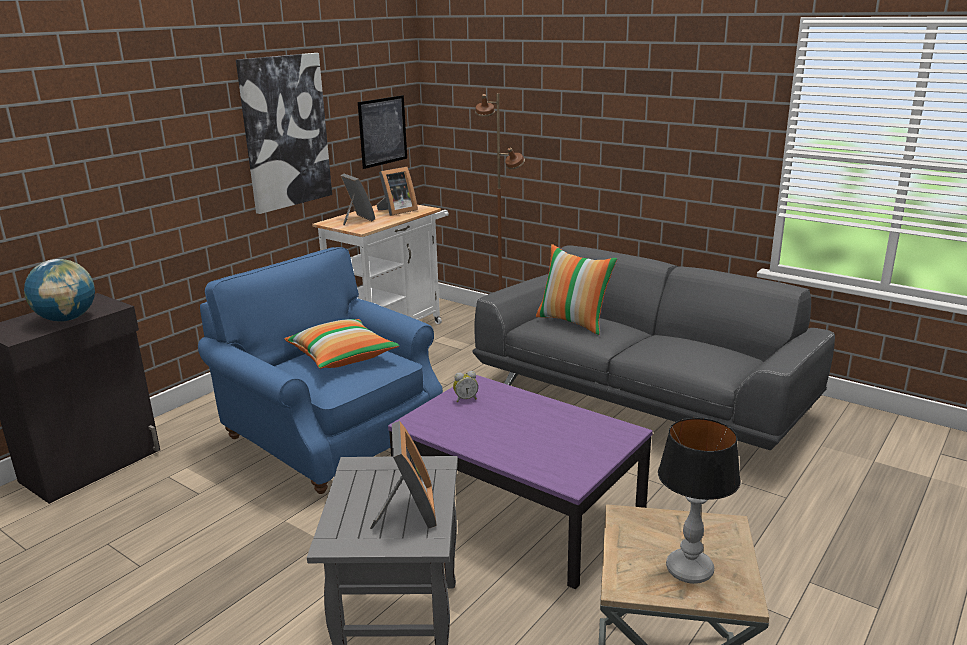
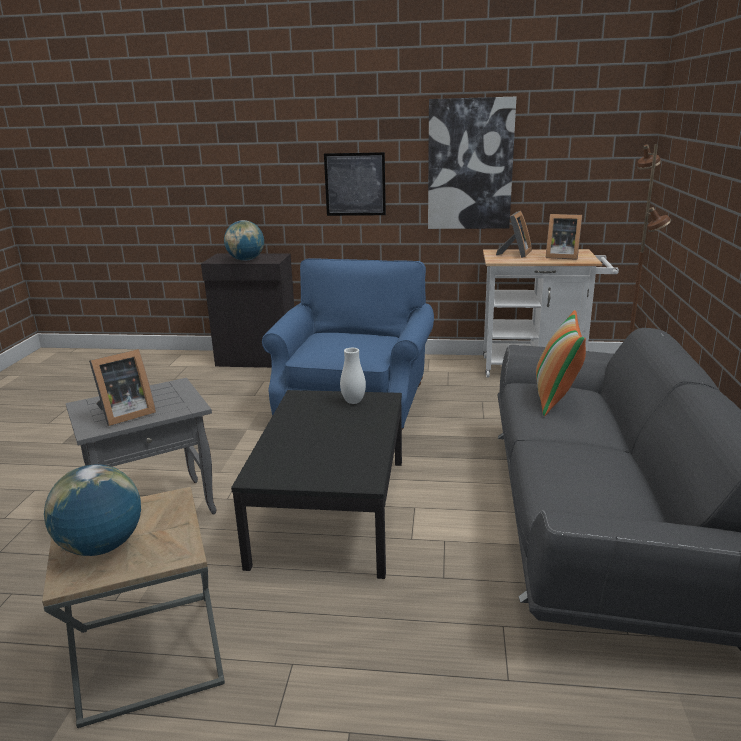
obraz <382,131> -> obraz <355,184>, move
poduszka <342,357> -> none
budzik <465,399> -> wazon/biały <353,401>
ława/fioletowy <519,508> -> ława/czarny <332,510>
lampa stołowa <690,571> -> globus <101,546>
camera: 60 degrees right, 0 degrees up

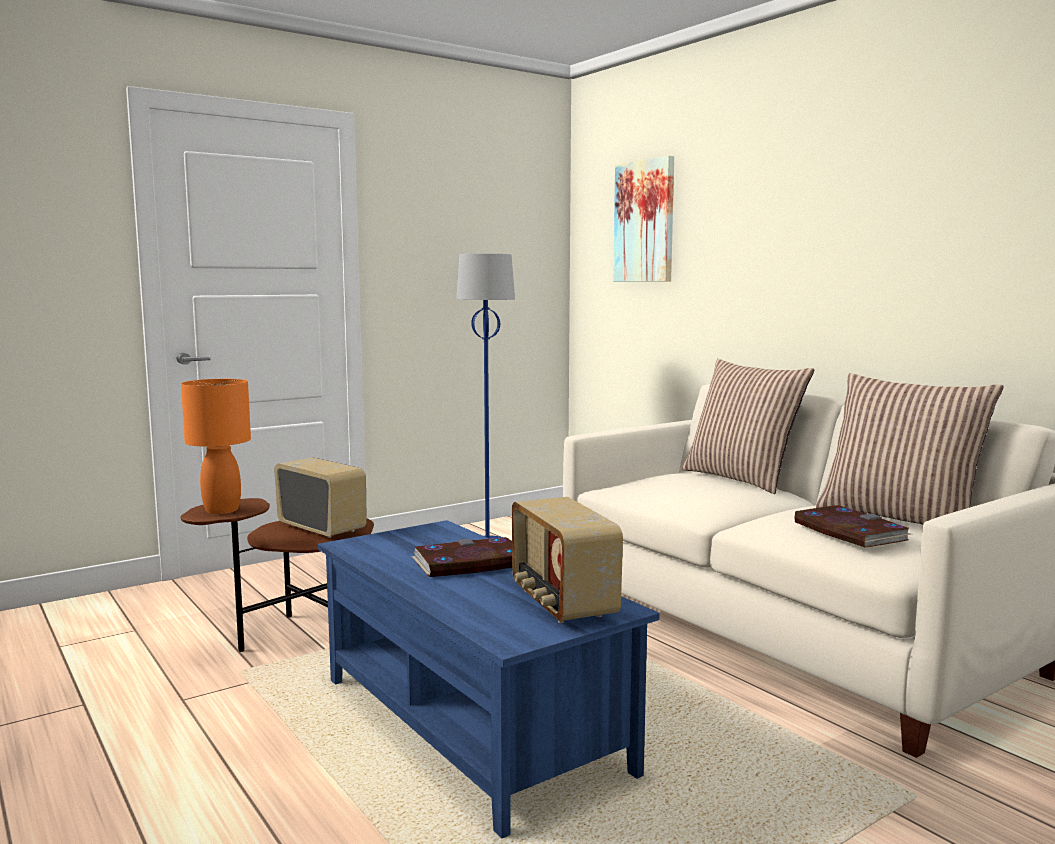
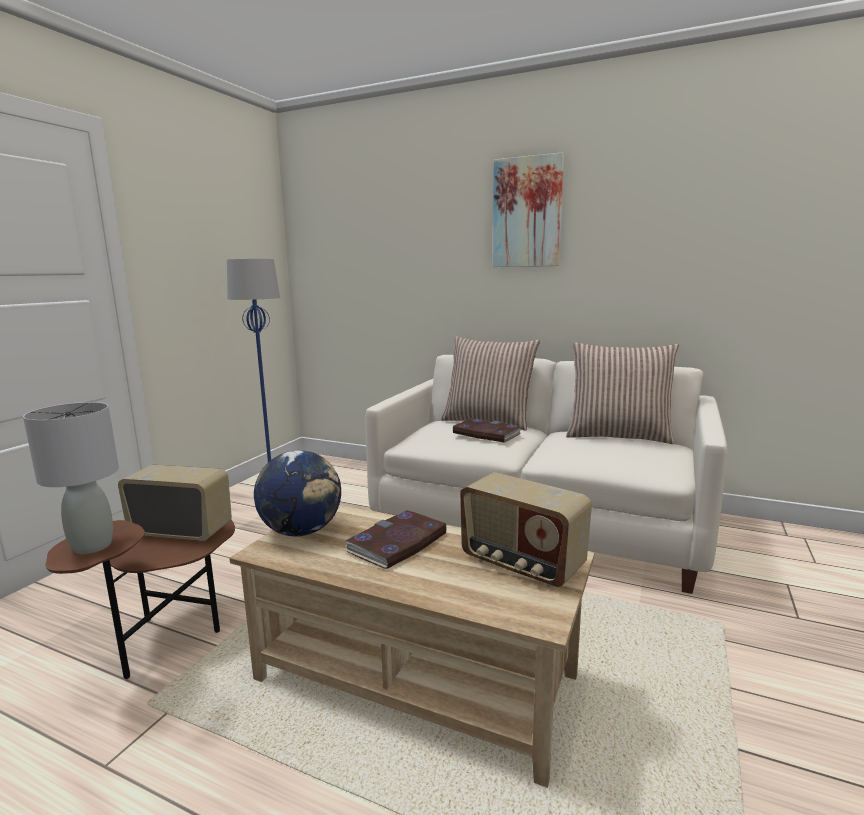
obraz <645,221> -> obraz <527,213>, move
lampa stołowa/pomarańczowy <222,510> -> lampa stołowa/szary <92,546>
książka <849,531> -> książka <486,433>, move
ława/niebieski <472,725> -> ława/beżowy <416,678>
none -> globus <302,531>
camera: 30 degrees left, 5 degrees up

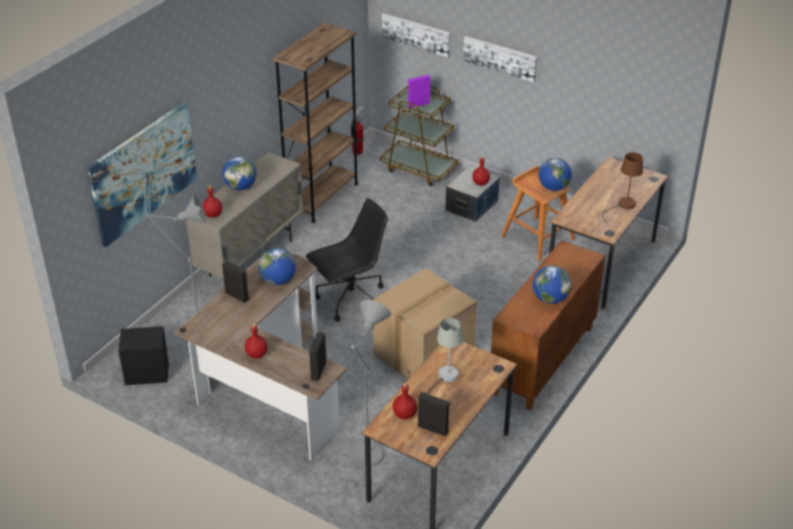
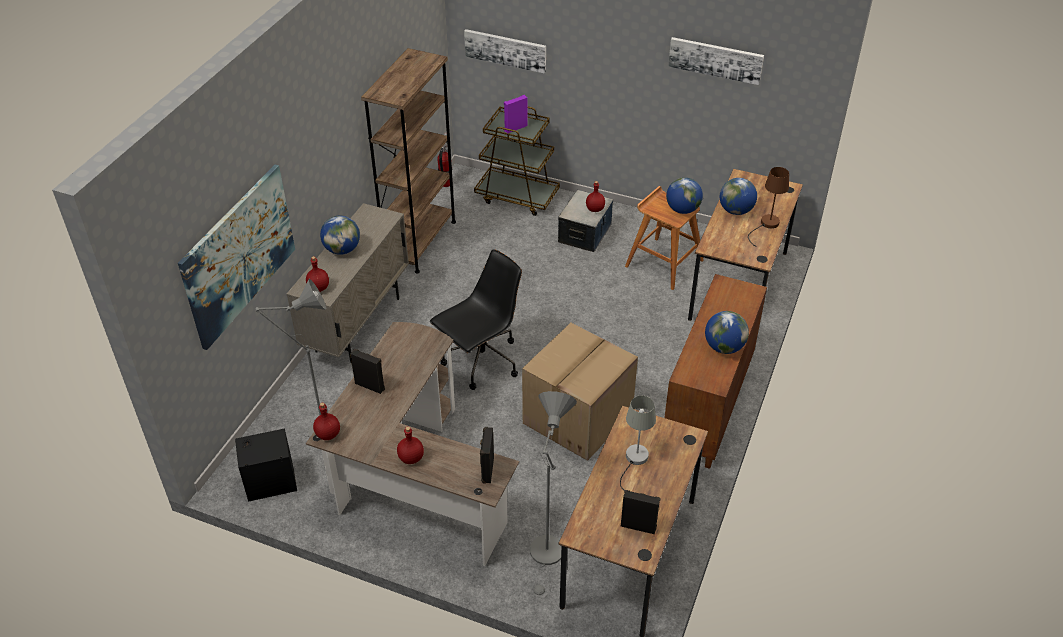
obraz <500,58> -> obraz <715,59>, move
globus <278,280> -> globus <736,211>, move
butelka/czerwony <404,414> -> butelka/czerwony <328,434>, move
camera: 10 degrees left, 5 degrees up

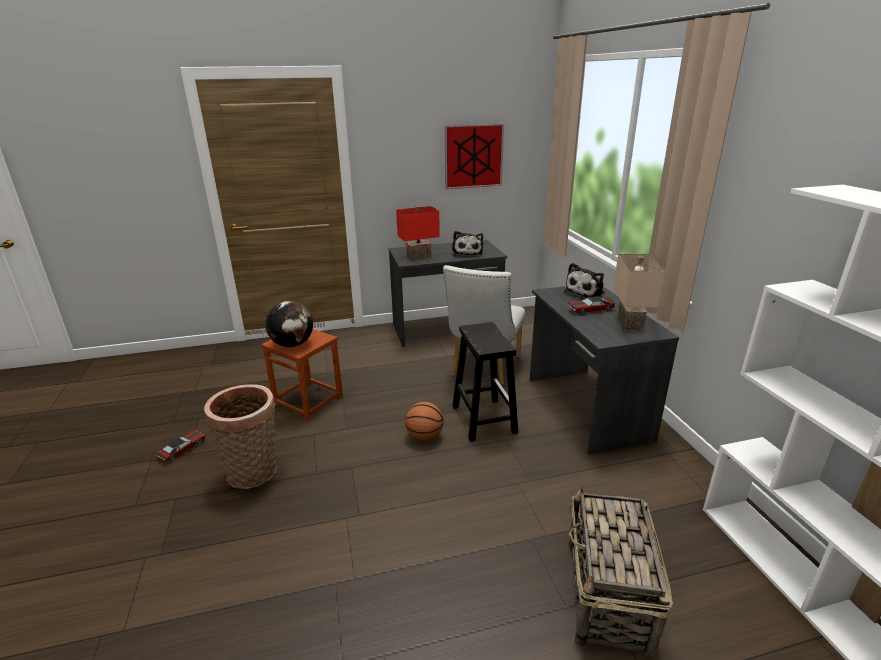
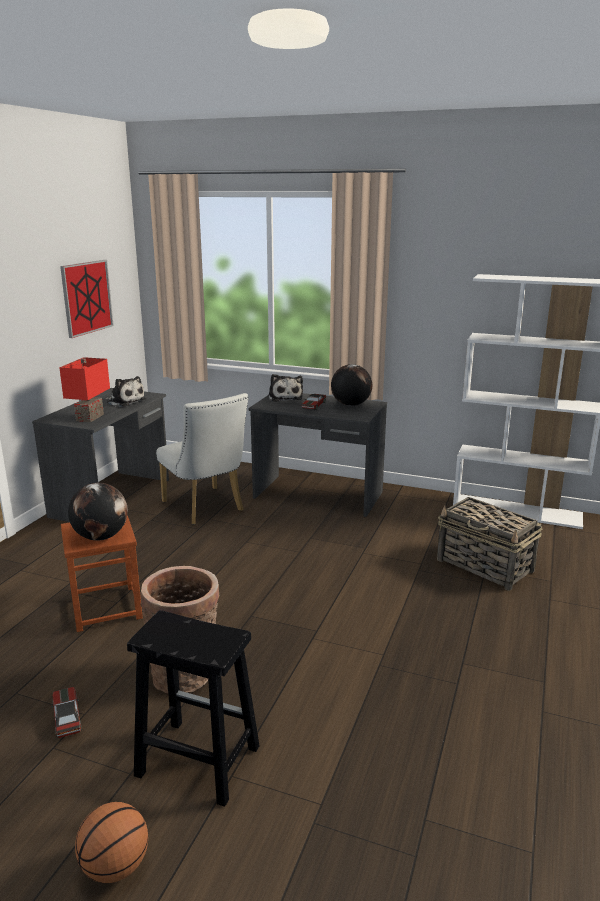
lampa stołowa/beżowy <628,324> -> globus <350,405>
stołek/czarny <483,418> -> stołek/czarny <196,761>, move
piłka do koszykówki <424,436> -> piłka do koszykówki <115,866>, move
camera: 55 degrees left, 5 degrees down

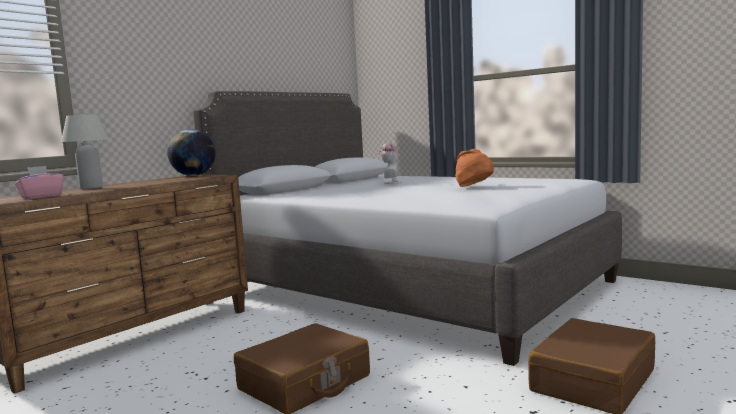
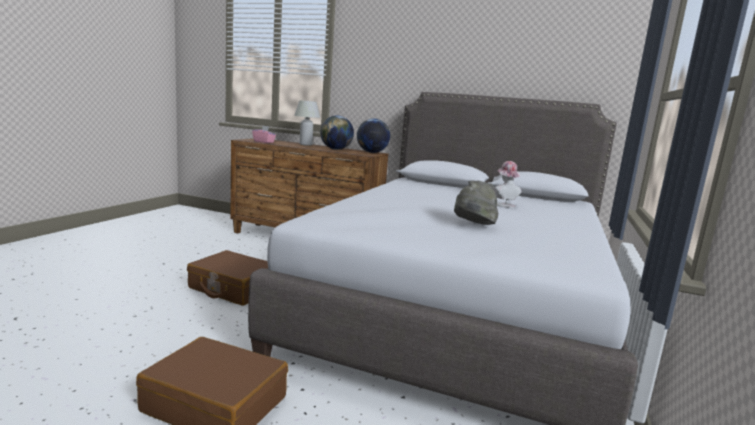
kapelusz/pomarańczowy <474,187> -> kapelusz/szary <473,226>
none -> globus <336,149>
camera: 70 degrees right, 5 degrees up

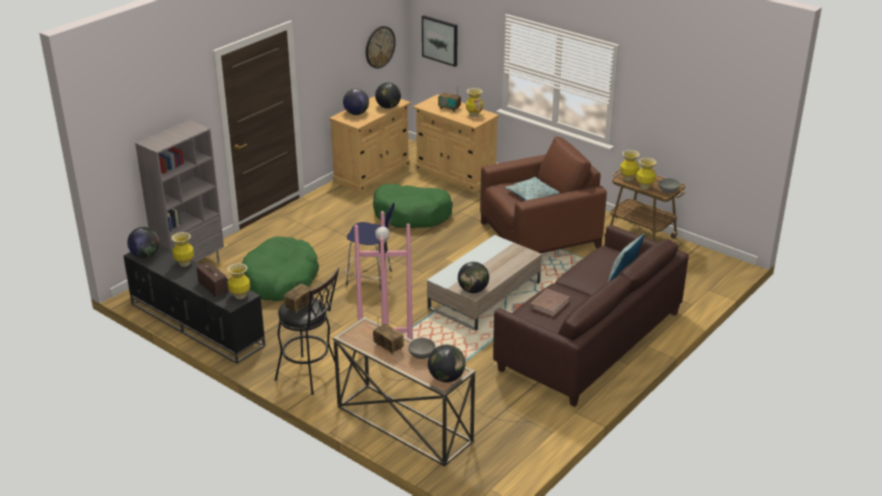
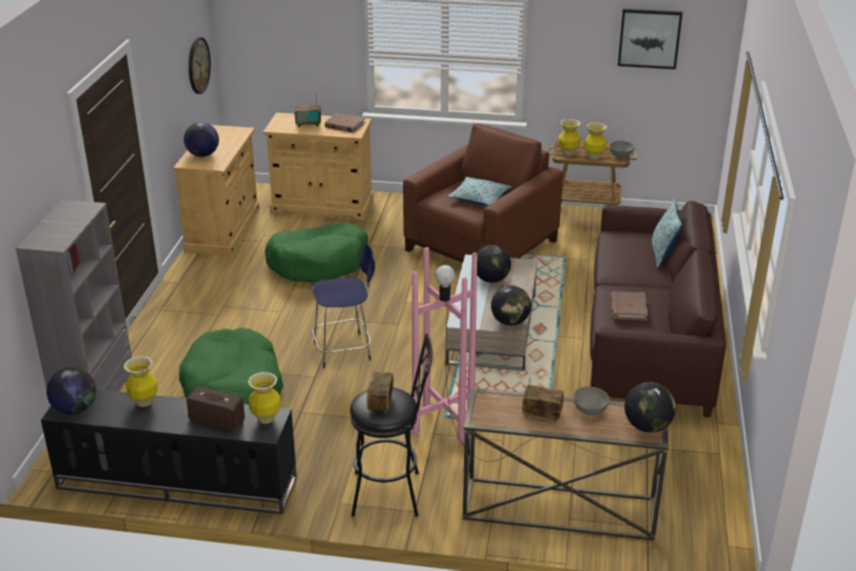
obraz <440,40> -> obraz <649,38>, move
globus <388,107> -> globus <491,280>, move
wazon <474,115> -> książka/brązowy <344,125>
camera: 30 degrees left, 0 degrees up

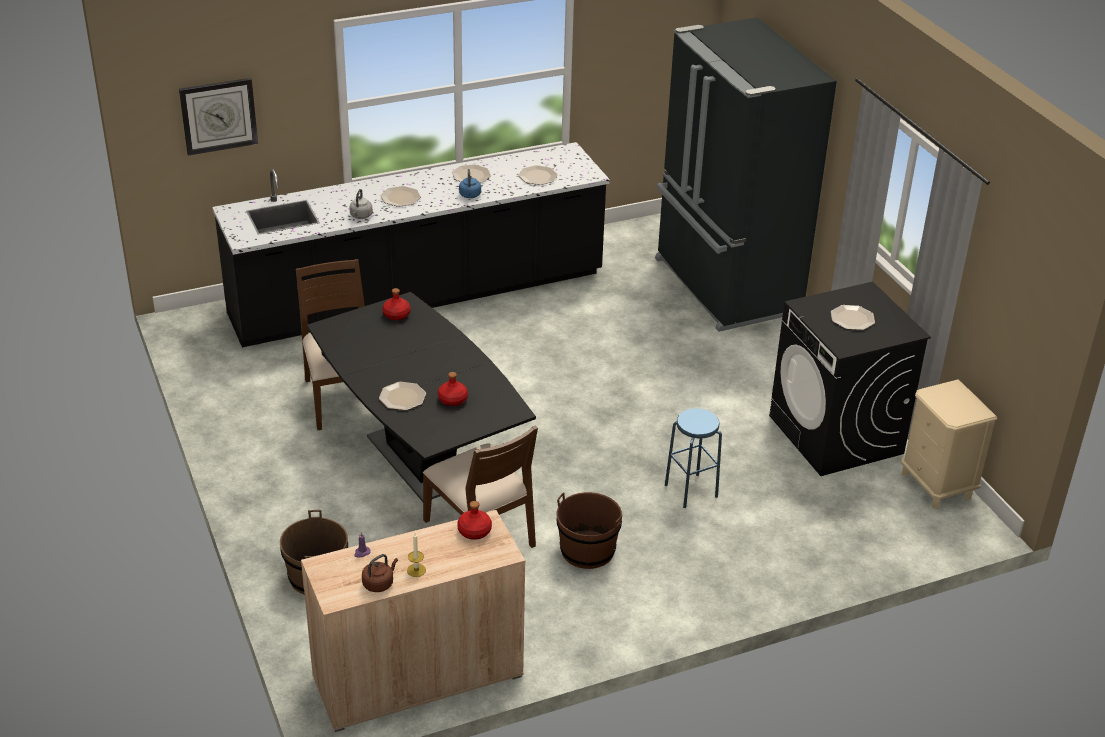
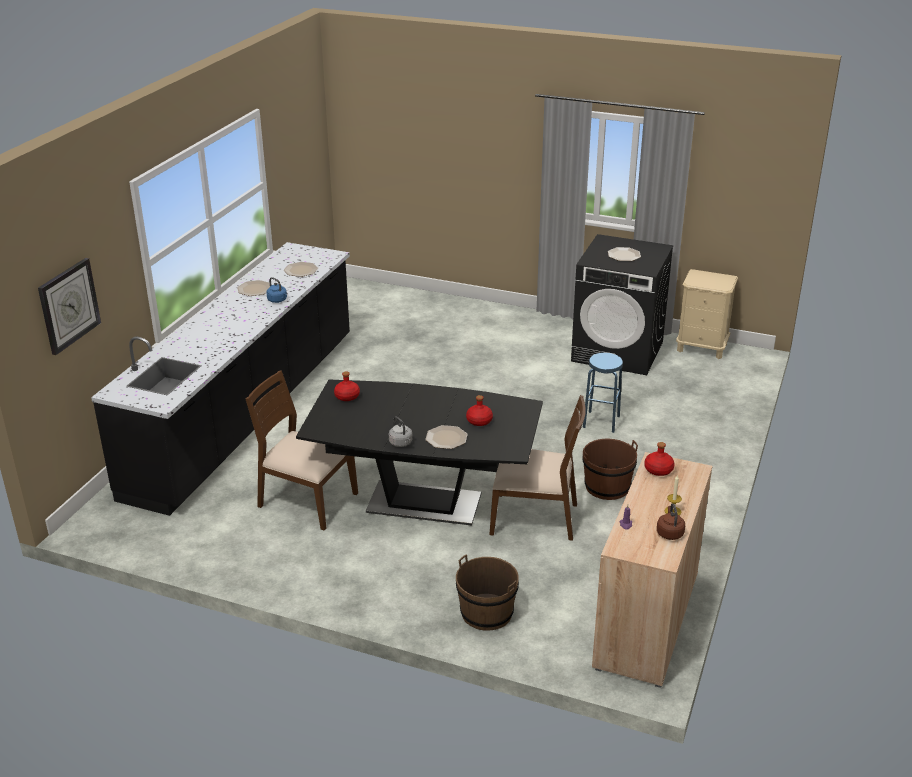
lodówka/czarny <724,287> -> none
talerz <401,197> -> none
czajnik/szary <360,216> -> czajnik/szary <401,443>, move
camera: 45 degrees left, 5 degrees down

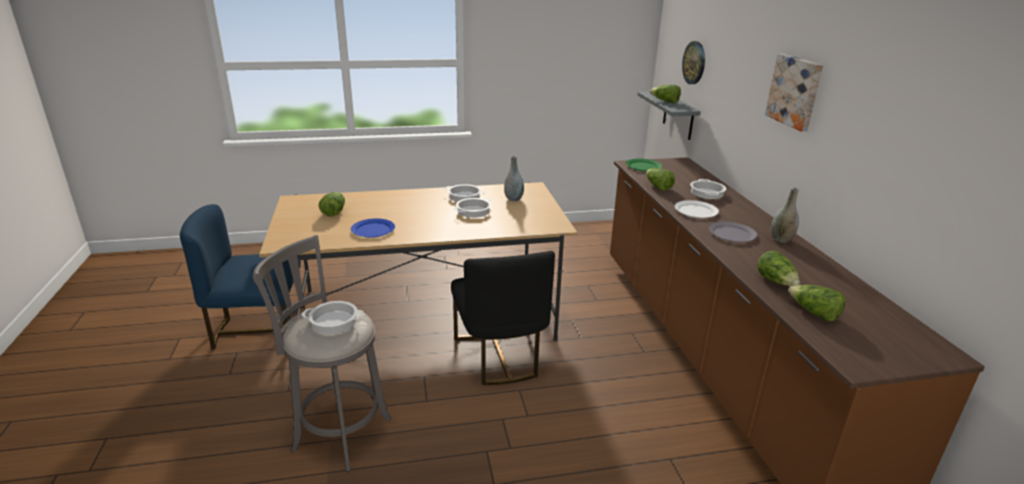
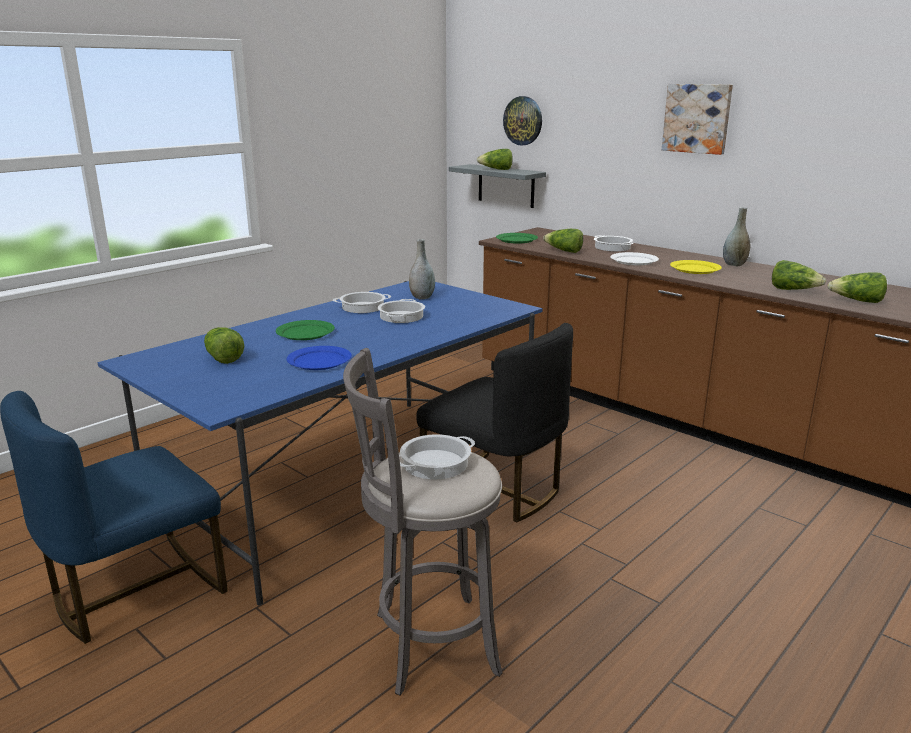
stół jadalny/beżowy <425,314> -> stół jadalny/niebieski <351,482>
talerz/szary <732,234> -> talerz/żółty <695,269>
none -> talerz/zielony <305,333>
camera: 35 degrees left, 5 degrees down

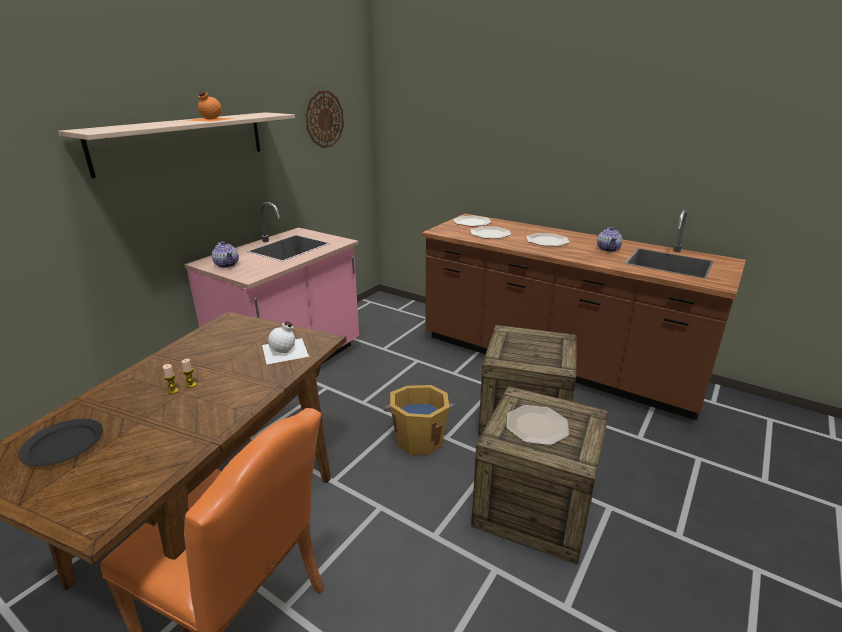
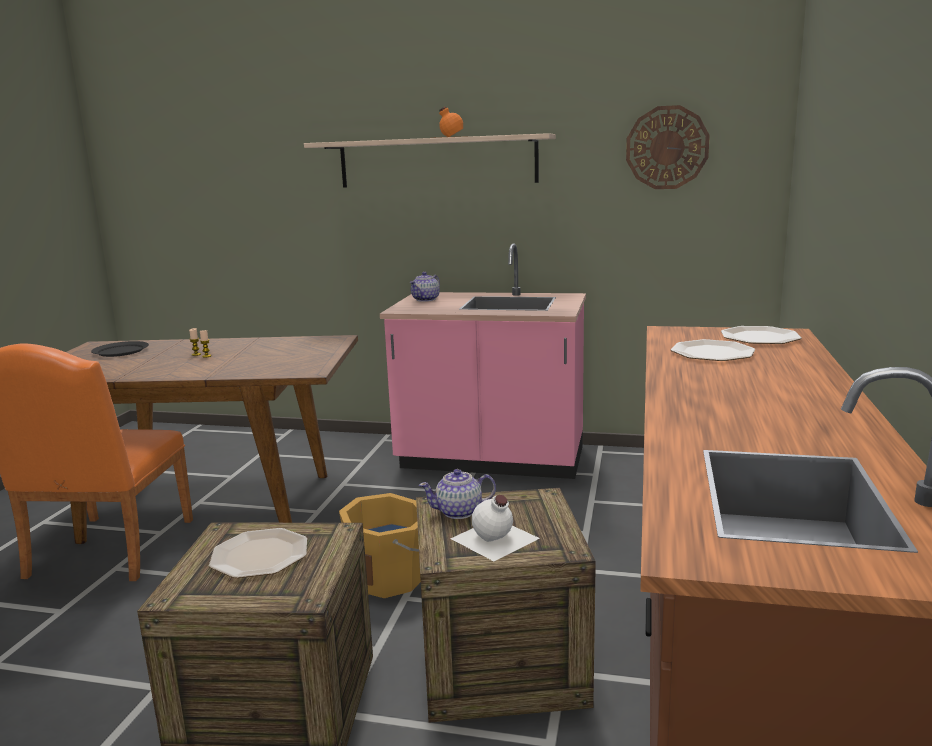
imbryk <608,249> -> imbryk <459,512>, move
talerz <547,241> -> none
butelka/biały <285,350> -> butelka/biały <494,539>, move
camera: 70 degrees right, 10 degrees down

